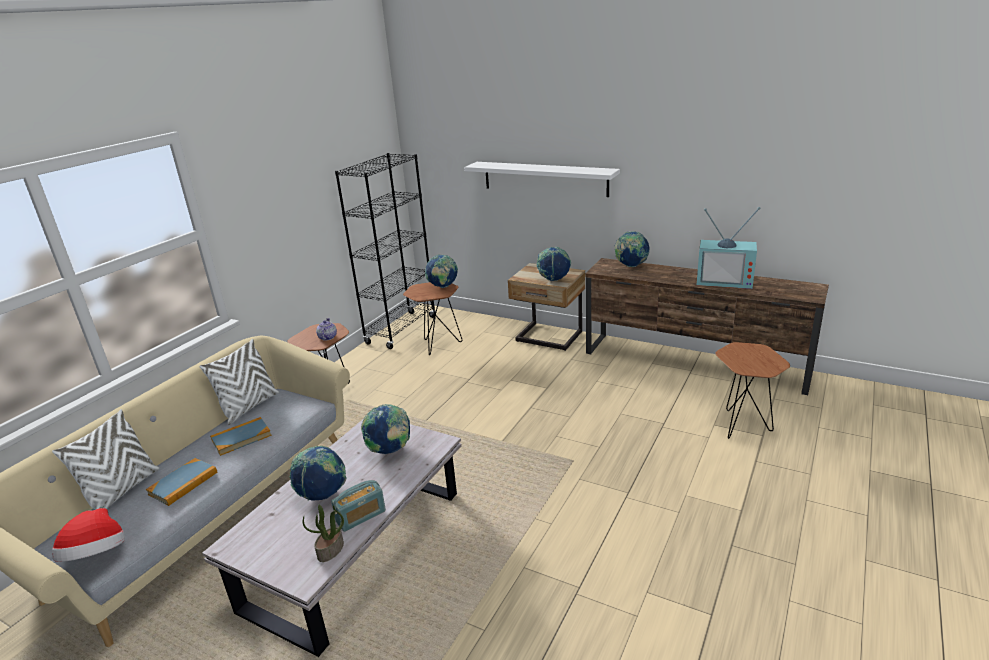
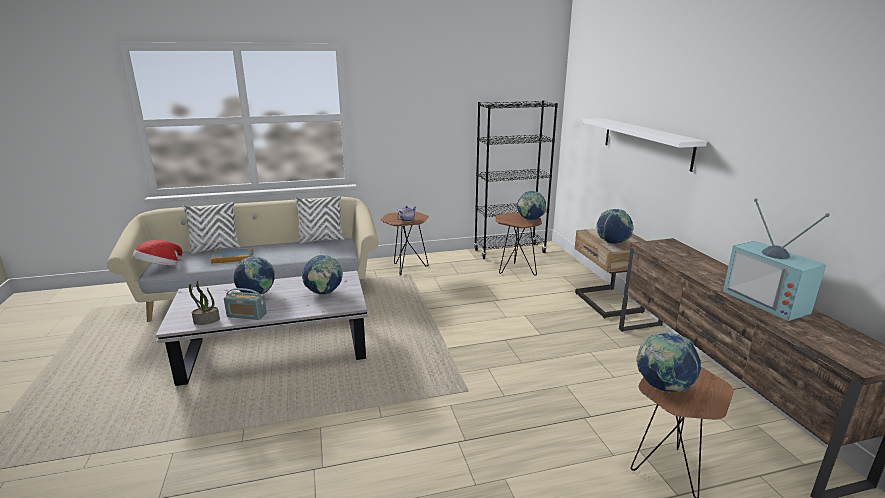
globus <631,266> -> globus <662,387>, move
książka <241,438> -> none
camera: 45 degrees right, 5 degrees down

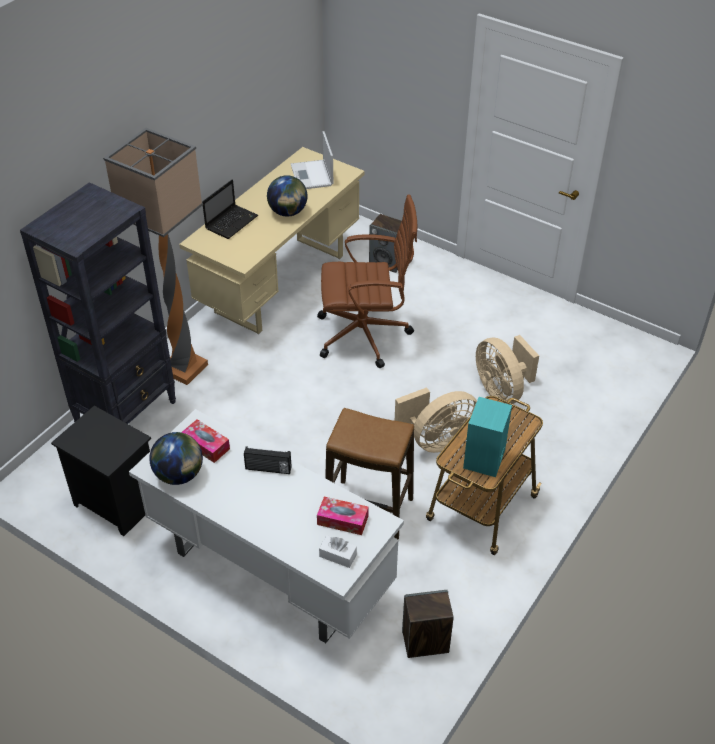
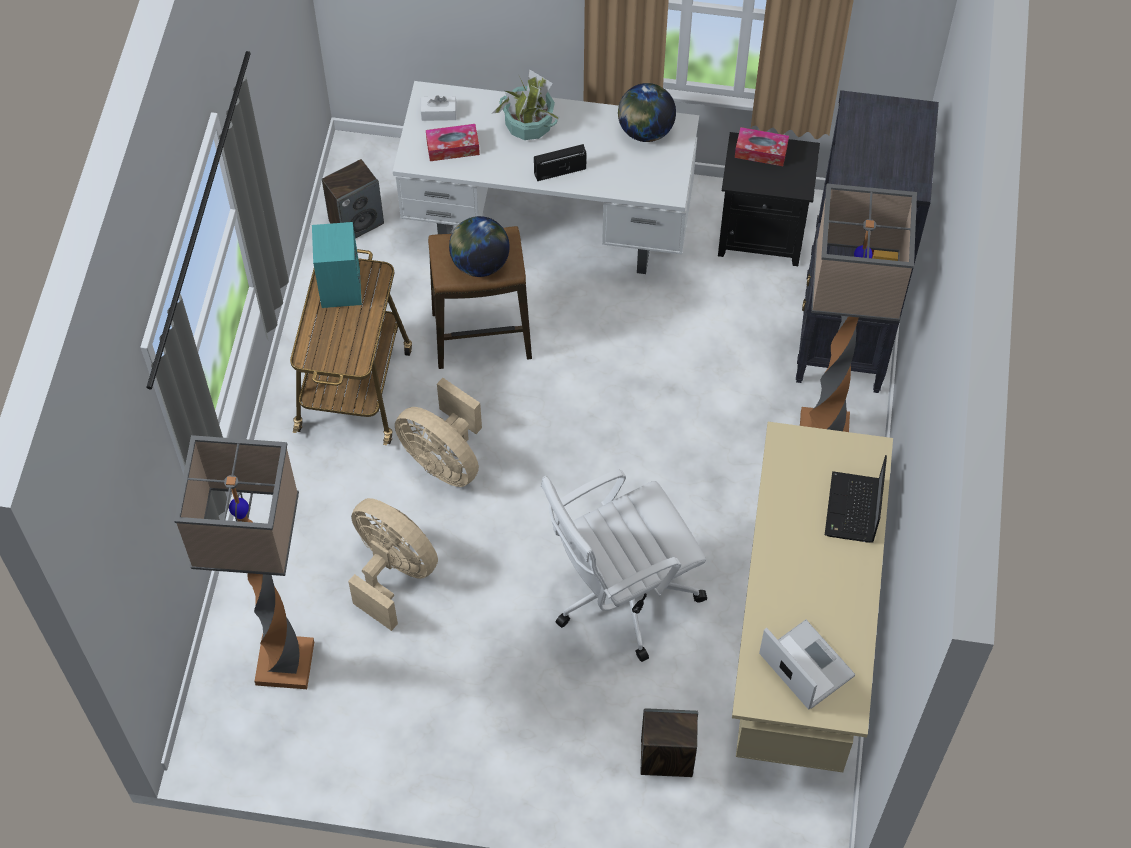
globus <288,212> -> globus <479,263>, move
krzesło biurowe/brązowy <366,335> -> krzesło biurowe/biały <620,592>
wentylator/beżowy <437,440> -> wentylator/beżowy <444,459>, 90 degrees counterclockwise
pudełko chusteczek <206,445> -> pudełko chusteczek <761,151>, move
none -> roślina doniczkowa <529,124>
none -> lampa stojąca <283,661>
camera: 155 degrees right, 15 degrees up

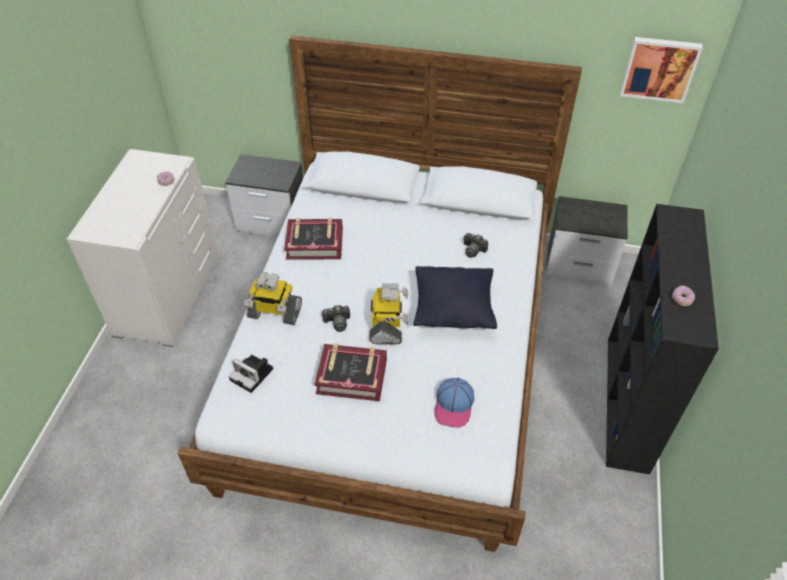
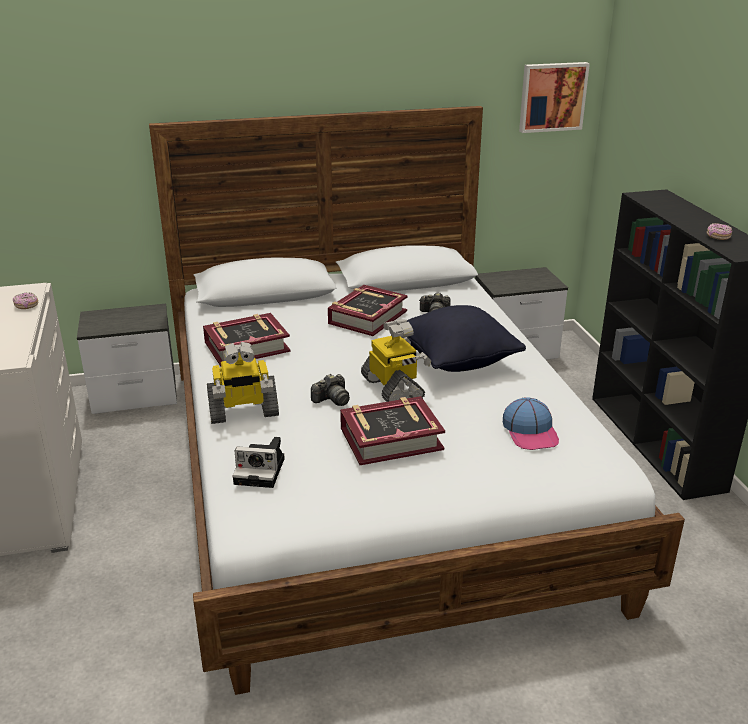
none -> książka <367,317>
camera: 25 degrees left, 20 degrees down

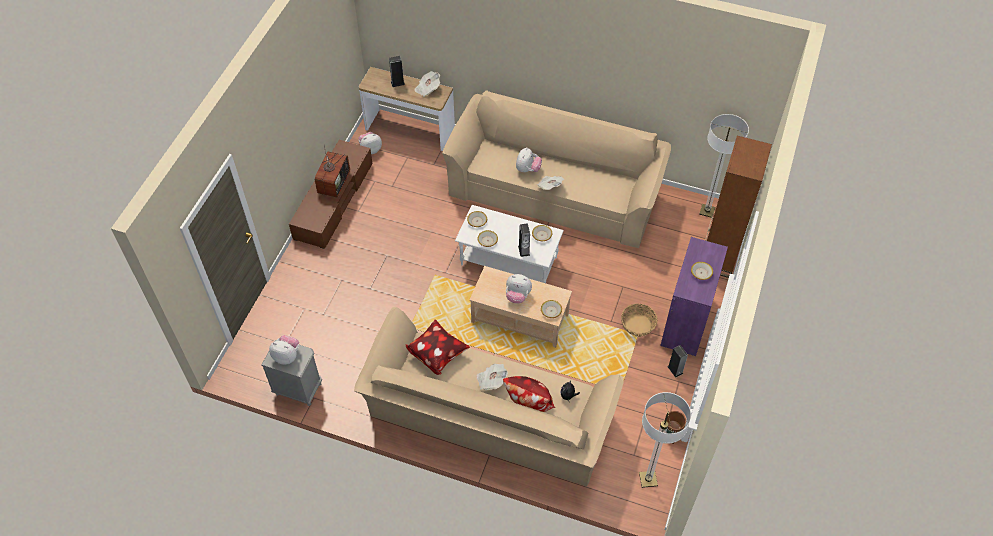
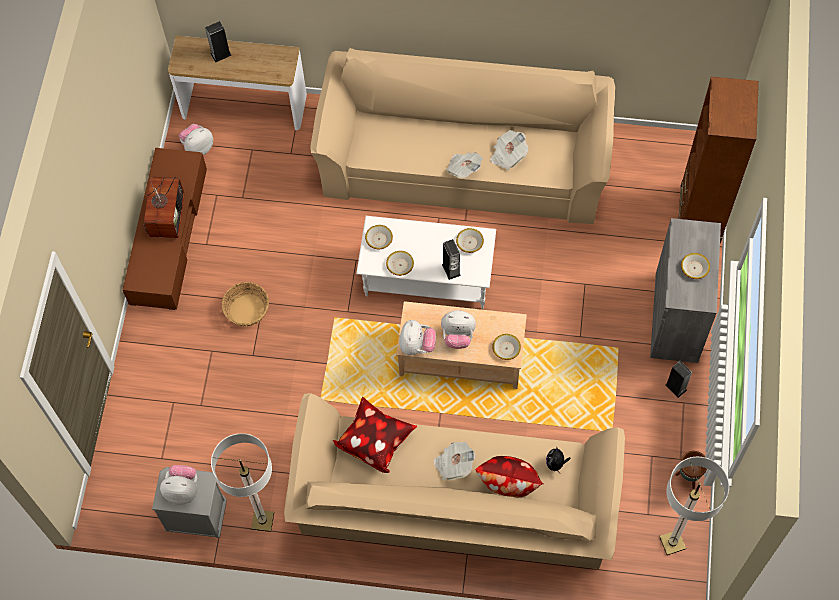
gazeta <427,89> -> gazeta <508,155>, move
lampa stojąca <707,211> -> lampa stojąca <262,521>, move
pluszak <528,169> -> pluszak <417,345>, move
szafka/fioletowy <686,322> -> szafka/szary <676,317>
koszyk <637,325> -> koszyk <247,310>, move
camera: 10 degrees left, 10 degrees up

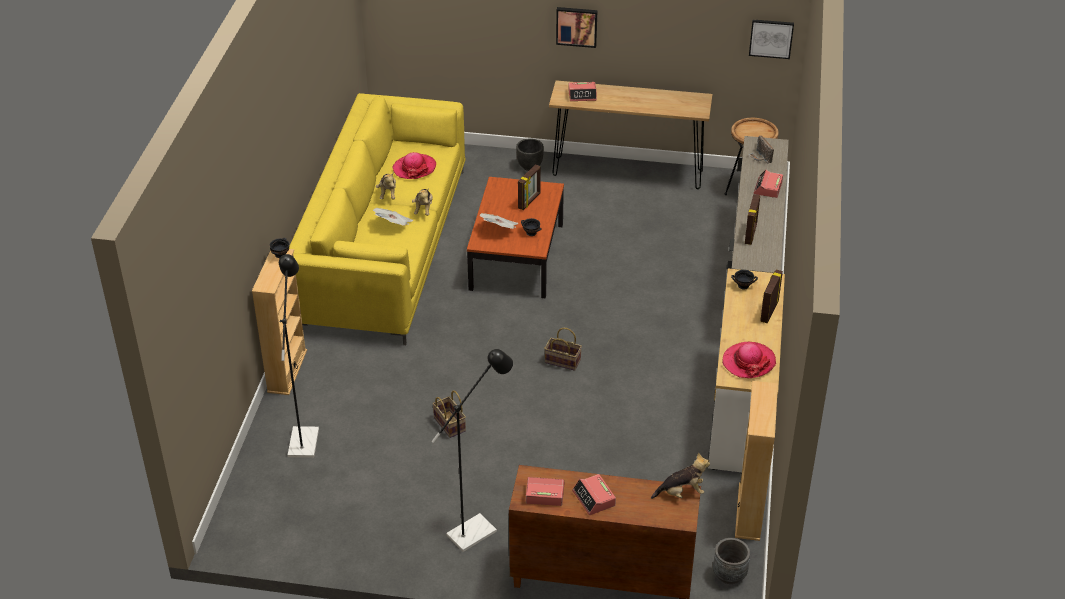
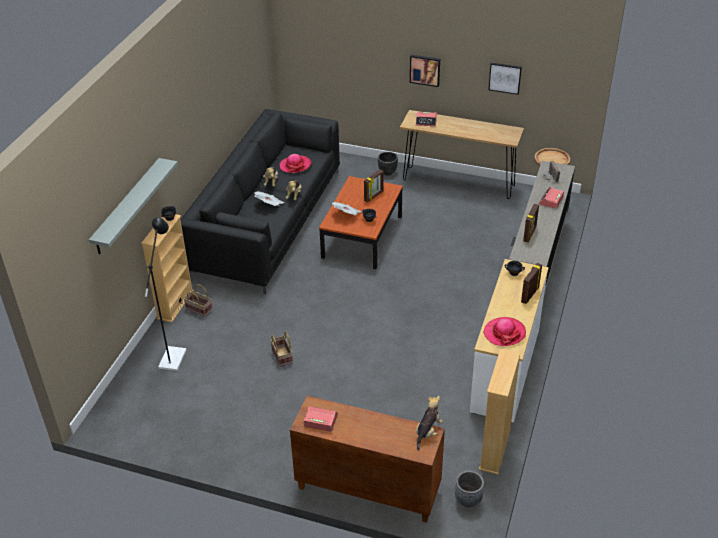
obraz <771,38> -> obraz <505,78>, move
kanapa/żółty <384,247> -> kanapa/czarny <268,221>
koszyk <561,361> -> koszyk <198,309>, move
lampa stojąca/czarny <478,529> -> none
pluszak <681,493> -> pluszak <428,432>, 60 degrees counterclockwise
budzik <594,498> -> none
none -> półka/szary <127,206>
camera: 10 degrees right, 0 degrees up

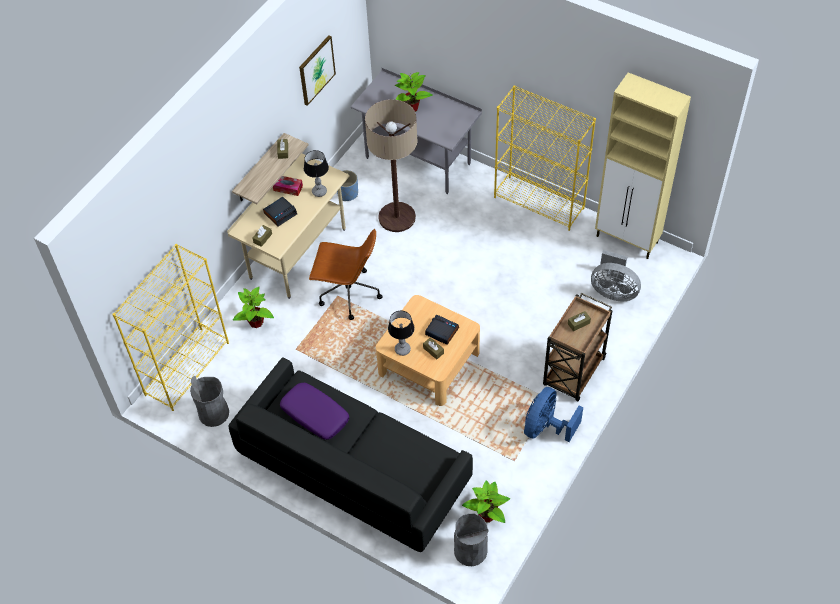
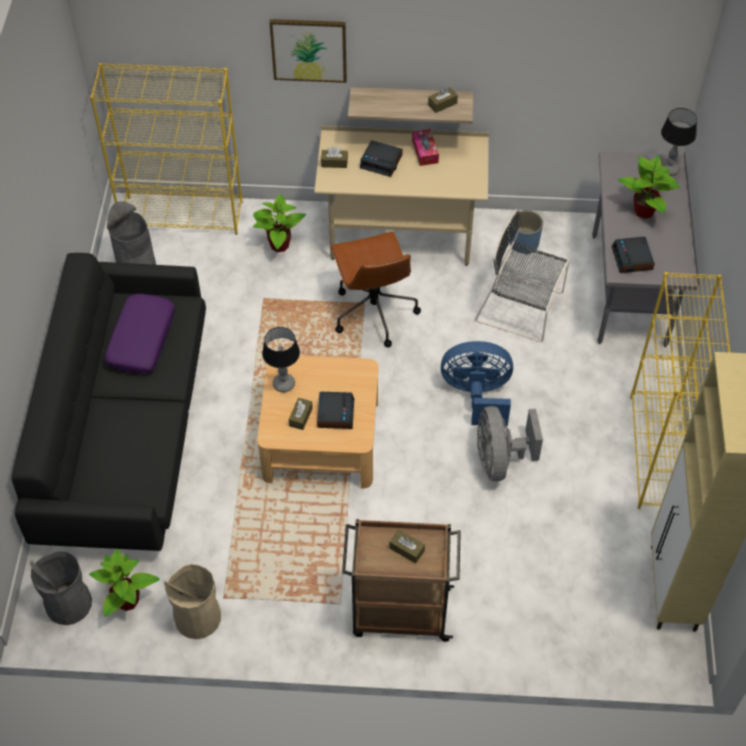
obraz <316,70> -> obraz <309,49>, move
lampa stojąca <397,217> -> krzesło/czarny <522,308>
lampa stołowa <319,191> -> lampa stołowa <669,169>, move
wentylator/szary <613,291> -> wentylator/szary <500,460>, move
wentylator/niebieski <546,427> -> wentylator/niebieski <477,395>, move
none -> budzik <632,259>
none -> kosz na śmieci/beżowy <197,617>
camera: 60 degrees right, 0 degrees up

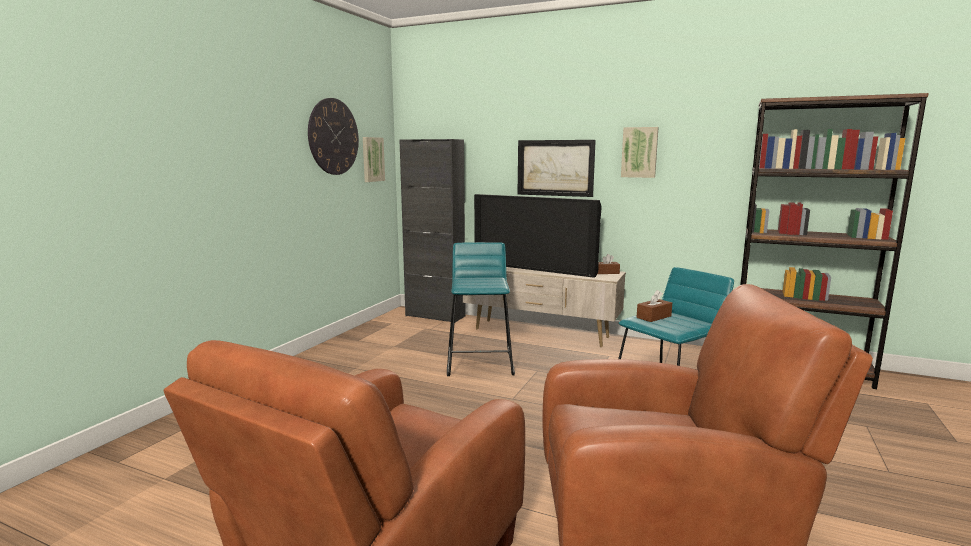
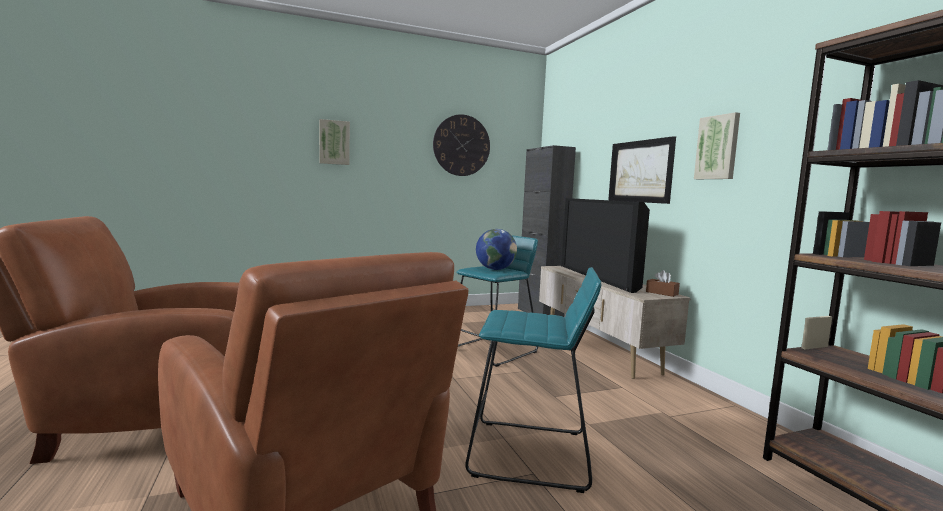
obraz <372,159> -> obraz <334,142>, move
pudełko chusteczek/brązowy <654,317> -> none
none -> globus <495,269>
camera: 45 degrees right, 5 degrees down

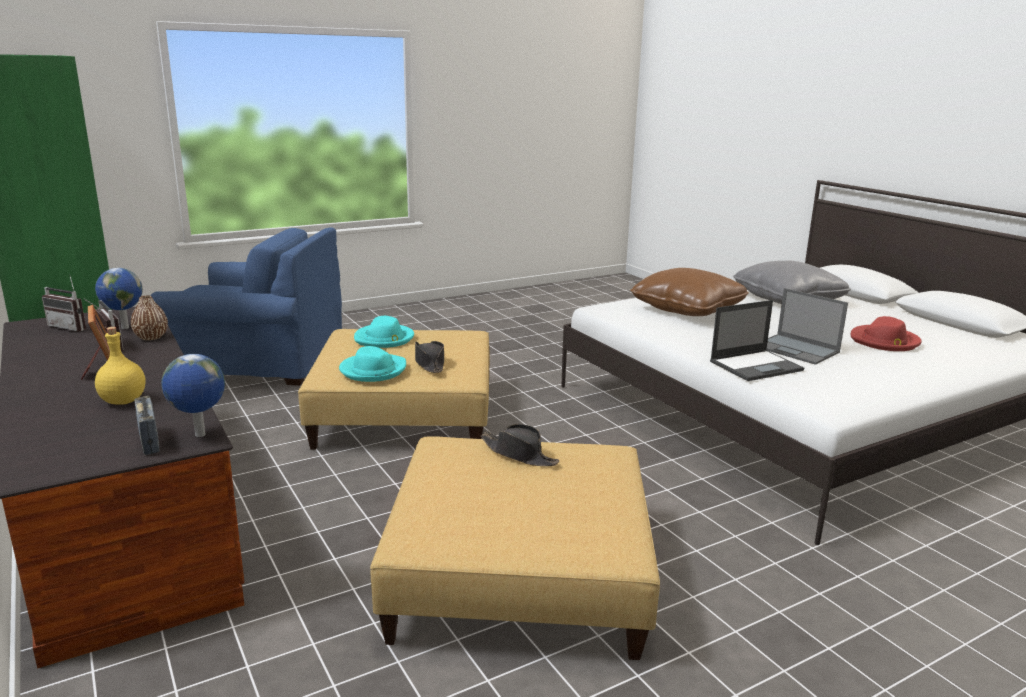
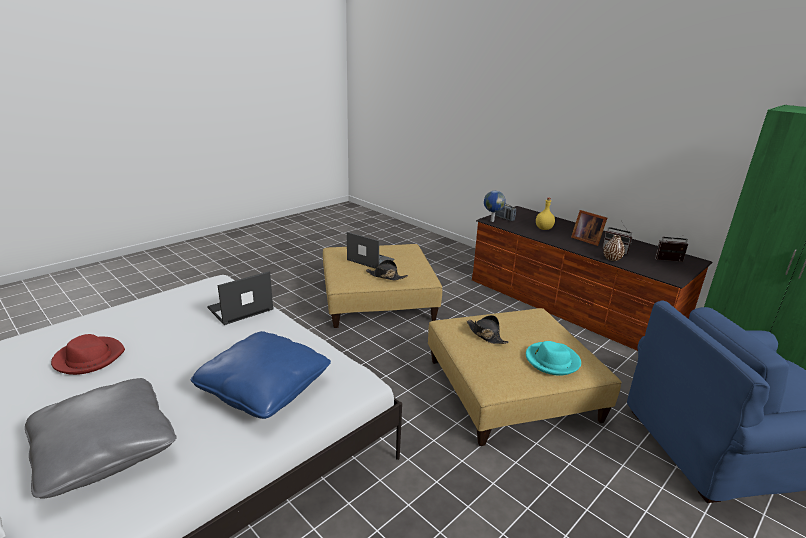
globus <124,328> -> none
poduszka/brązowy <687,309> -> poduszka/niebieski <264,388>
laptop <797,349> -> laptop <370,260>, move
kapelusz/turkusowy <373,370> -> none
camera: 165 degrees right, 5 degrees up

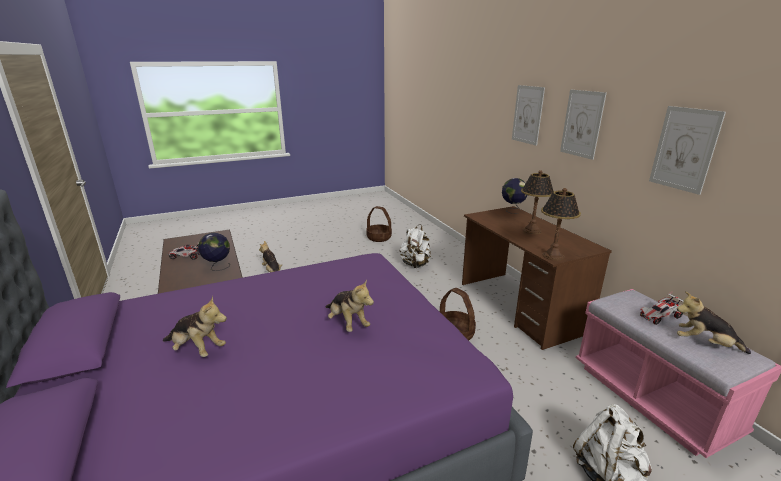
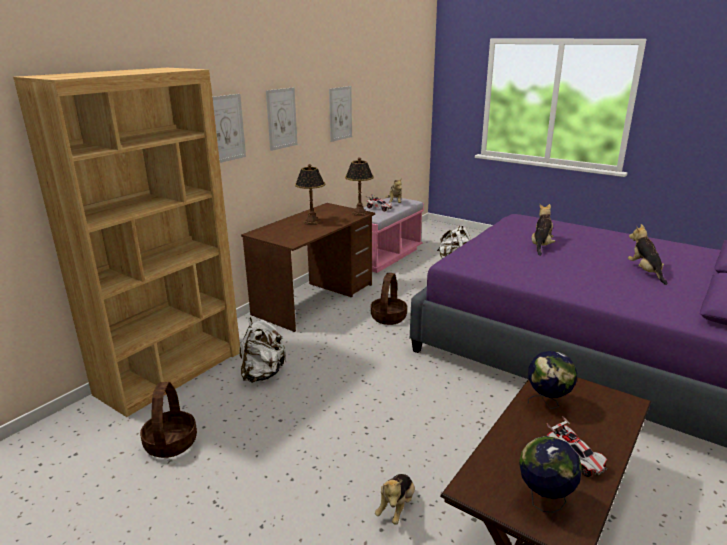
globus <512,210> -> globus <544,501>, move
none -> regał/brązowy <171,372>
camera: 120 degrees left, 0 degrees up

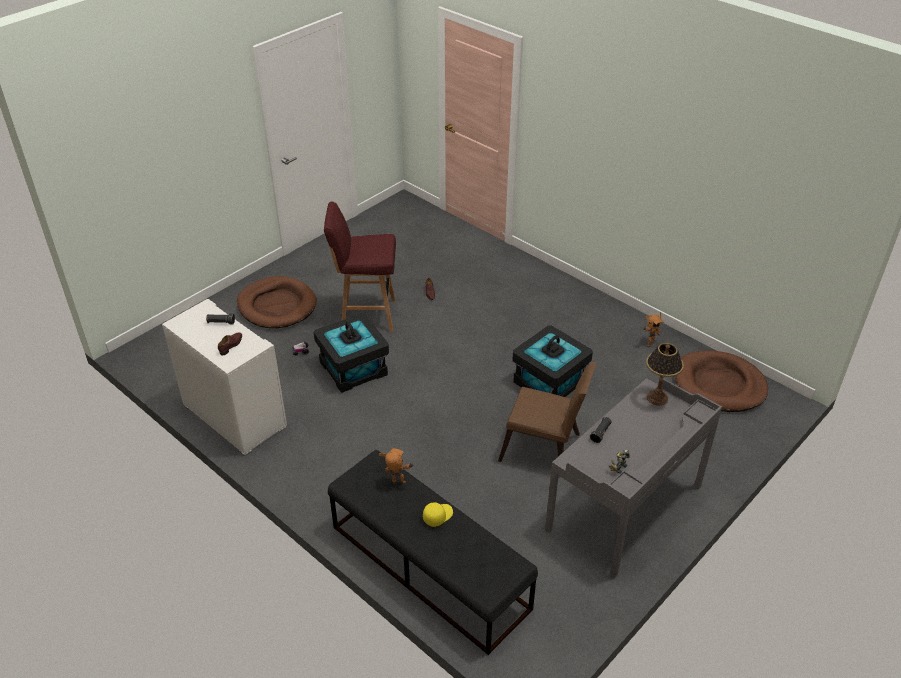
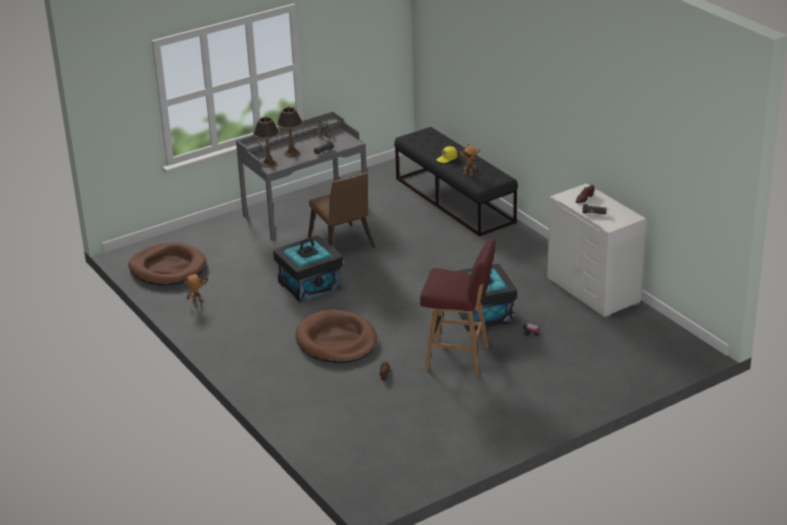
legowisko/brązowy <277,306> -> legowisko/brązowy <336,341>, move
krzesło/brązowy <545,450> -> krzesło/brązowy <342,245>, 150 degrees counterclockwise
none -> lampa stołowa <292,153>
camera: 165 degrees left, 10 degrees down

